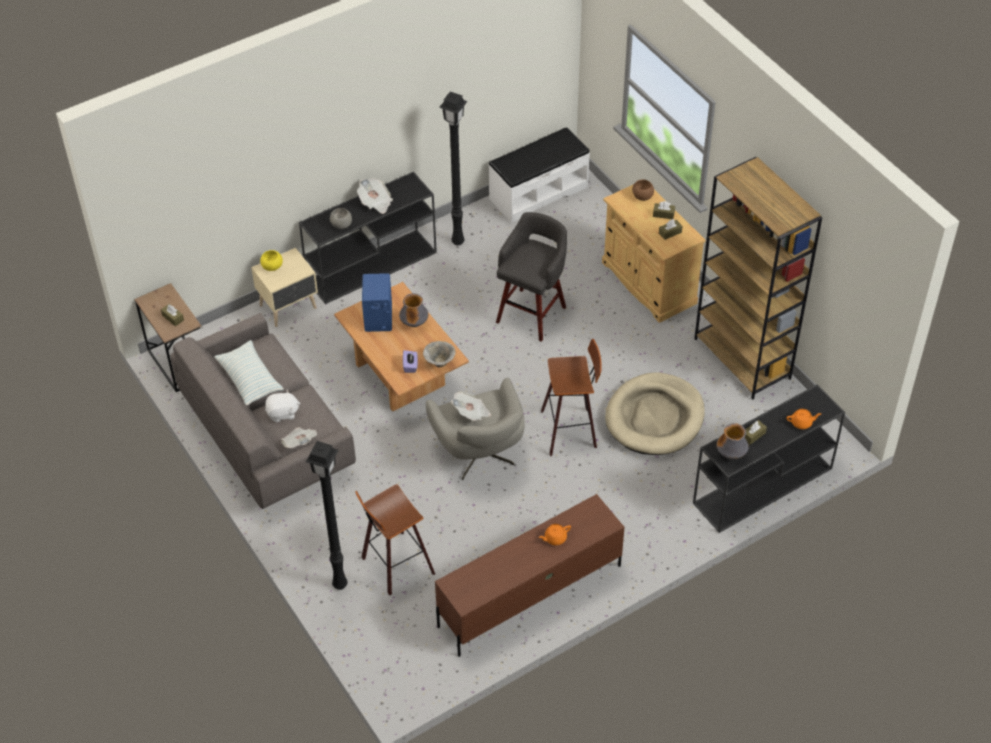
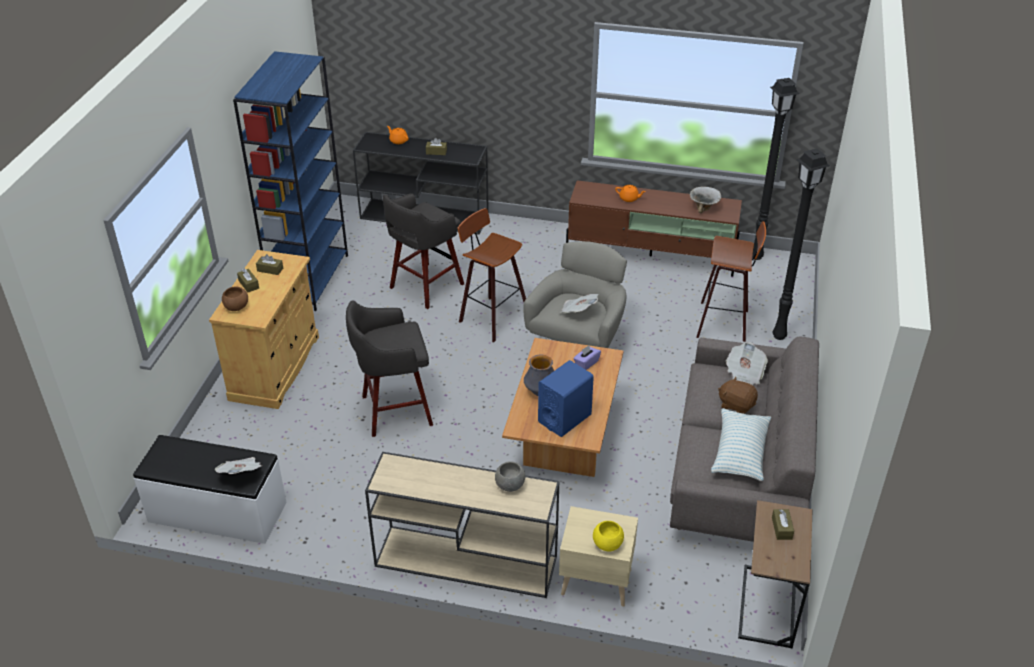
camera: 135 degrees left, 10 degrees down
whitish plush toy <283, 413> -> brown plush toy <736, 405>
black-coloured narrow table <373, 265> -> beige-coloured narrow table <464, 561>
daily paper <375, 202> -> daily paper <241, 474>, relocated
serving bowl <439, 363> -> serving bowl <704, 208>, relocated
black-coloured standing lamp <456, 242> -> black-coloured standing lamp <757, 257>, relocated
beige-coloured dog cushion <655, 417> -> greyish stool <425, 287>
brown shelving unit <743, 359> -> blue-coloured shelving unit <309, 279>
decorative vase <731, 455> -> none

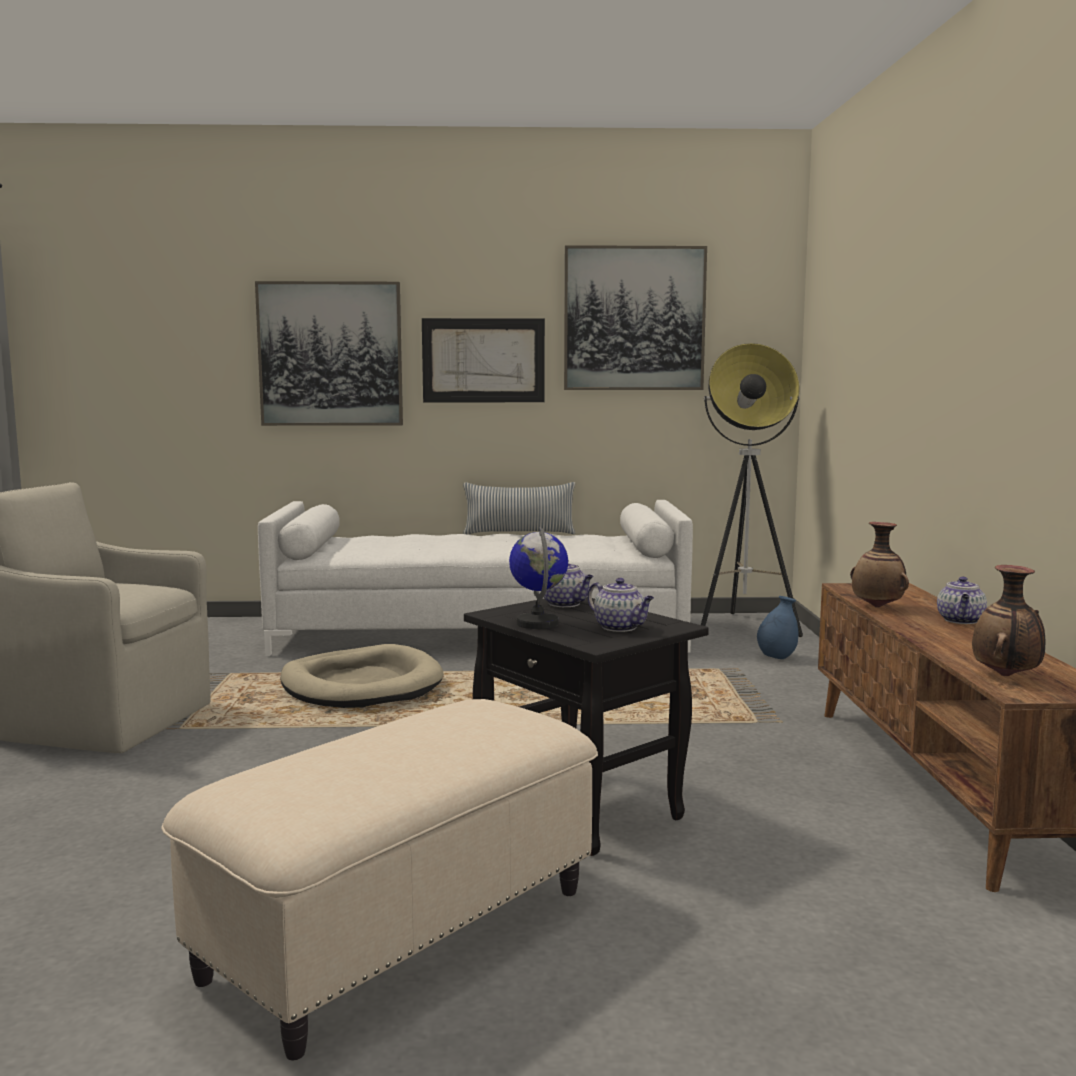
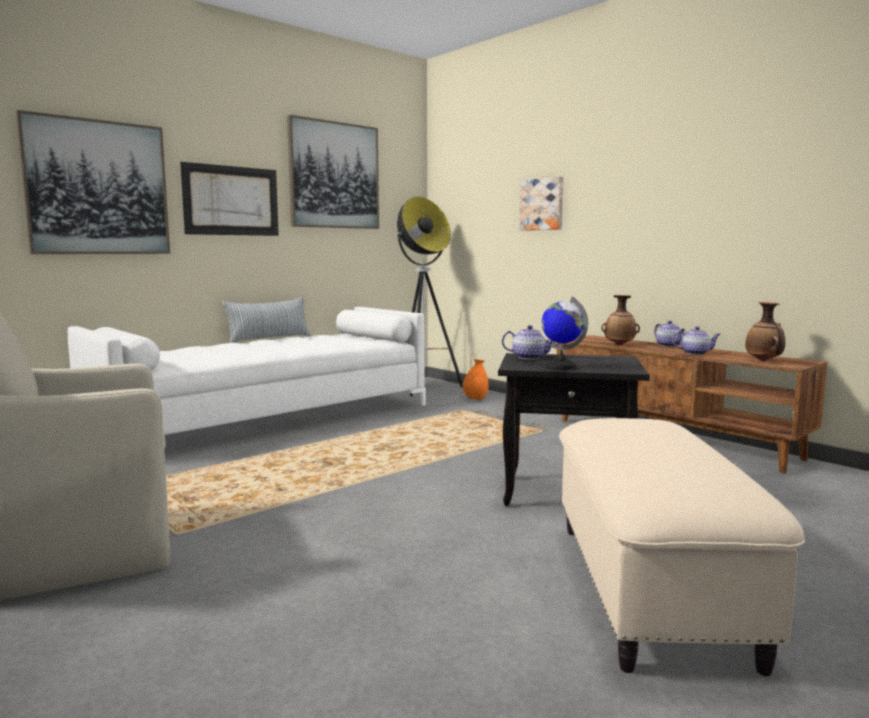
camera: 40 degrees left, 0 degrees up
beige-coloured dog cushion <361, 685> -> none
tea pot <620, 627> -> tea pot <695, 353>, relocated
blue-coloured decorative vase <777, 657> -> orangey decorative vase <475, 399>
none -> wall picture <542, 204>

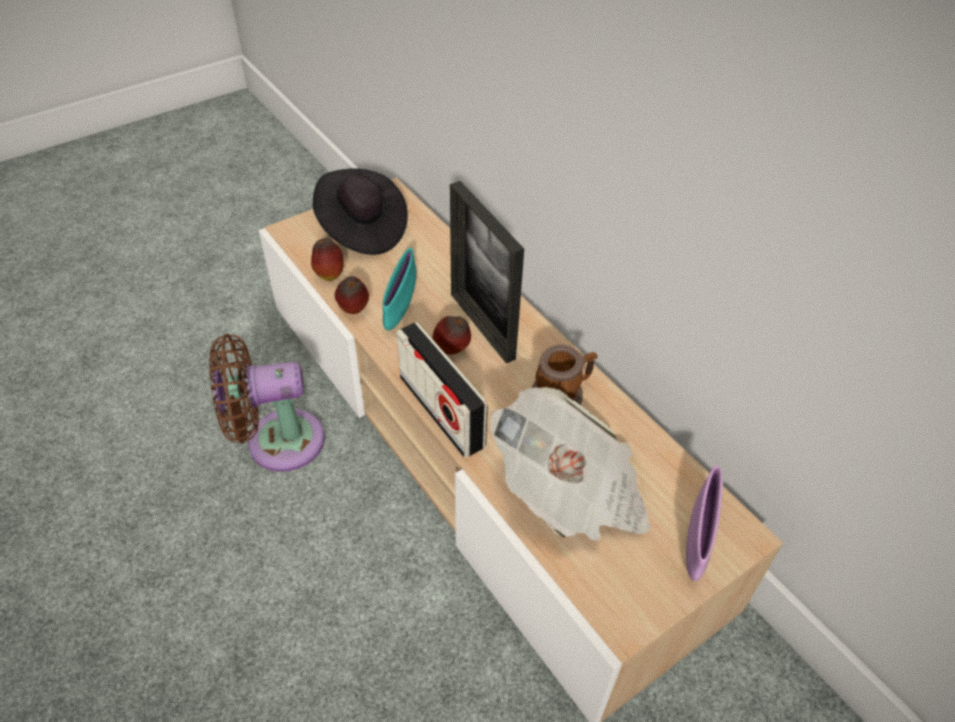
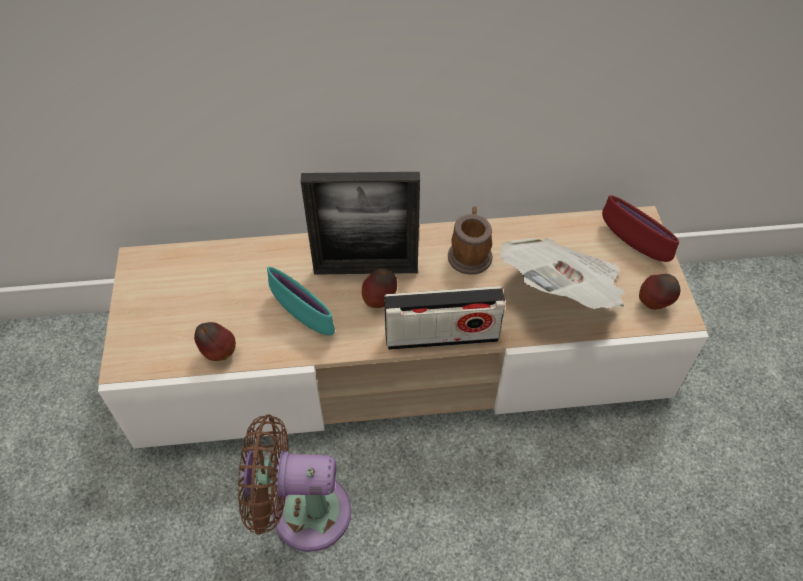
camera: 60 degrees left, 5 degrees up
brown cooling fan <277, 442> -> brown cooling fan <302, 512>, 75 degrees clockwise
black-coloured hat <362, 229> -> none
apple <353, 311> -> apple <654, 304>, relocated
purple-coloured serving bowl <698, 538> -> reddish serving bowl <633, 244>

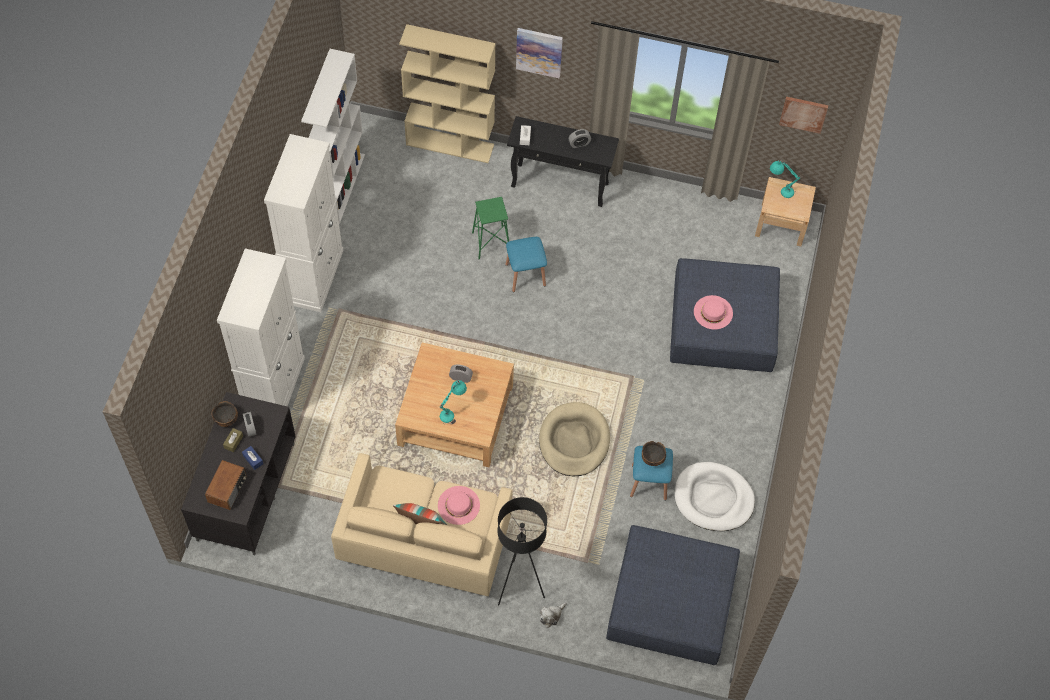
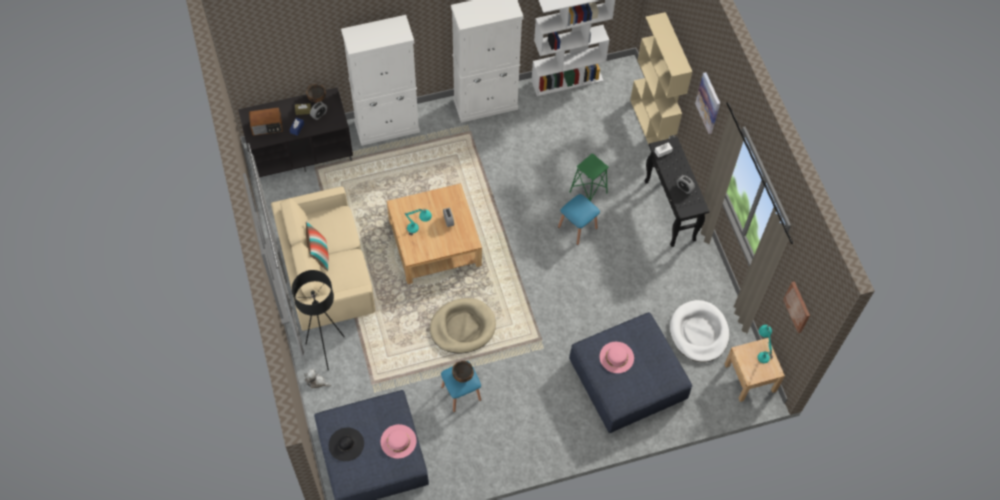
camera: 60 degrees right, 0 degrees up
pink hat <458, 505> -> pink hat <398, 441>, relocated
whitish dog cushion <713, 498> -> whitish dog cushion <699, 333>, relocated
none -> black-coloured hat <346, 444>

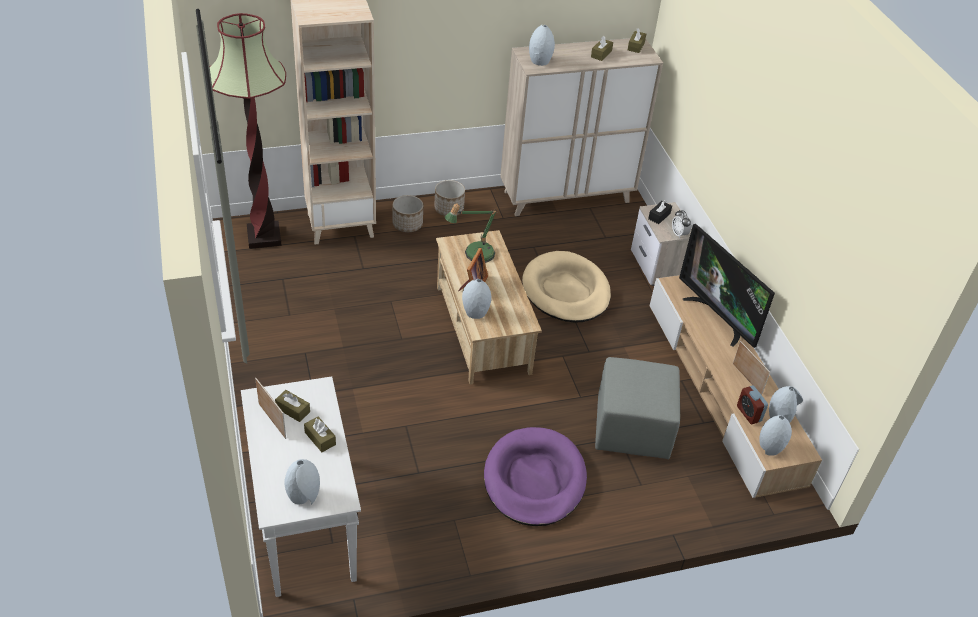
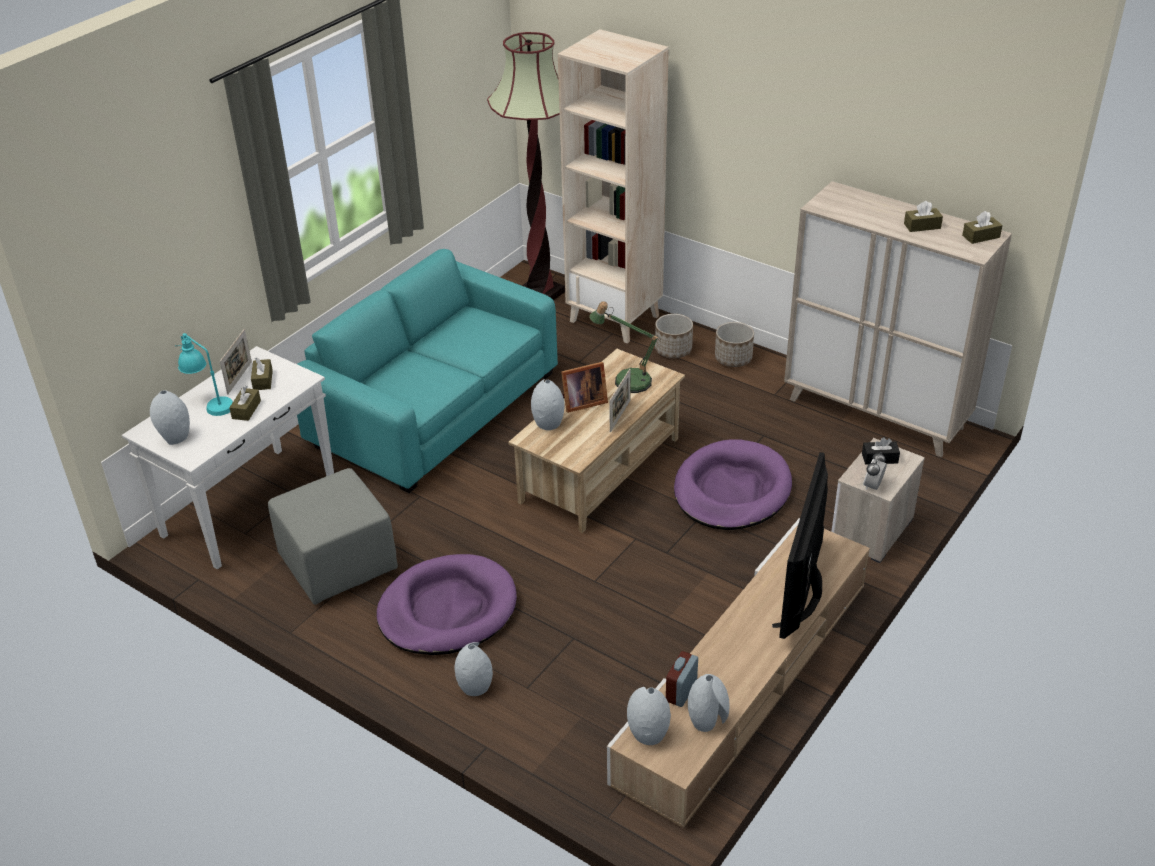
camera: 55 degrees right, 5 degrees down
beige-coloured dog cushion <566, 291> -> purple-coloured dog cushion <731, 490>
greyish decorative vase <539, 61> -> greyish decorative vase <474, 686>, relocated
greyish footrest <631, 428> -> greyish footrest <339, 563>, relocated
picture frame <747, 379> -> picture frame <620, 416>, relocated
none -> blue-green table lamp <210, 404>
none -> blue-green sofa <434, 407>

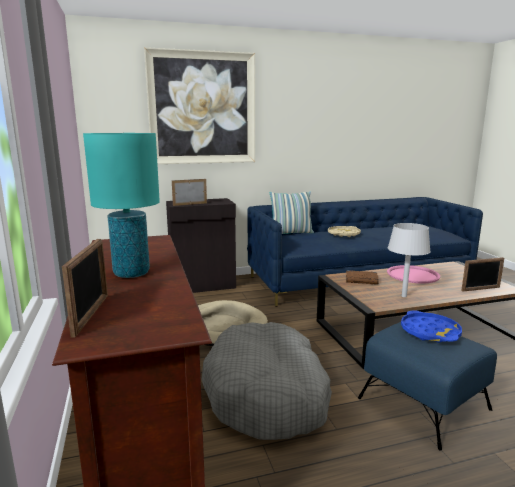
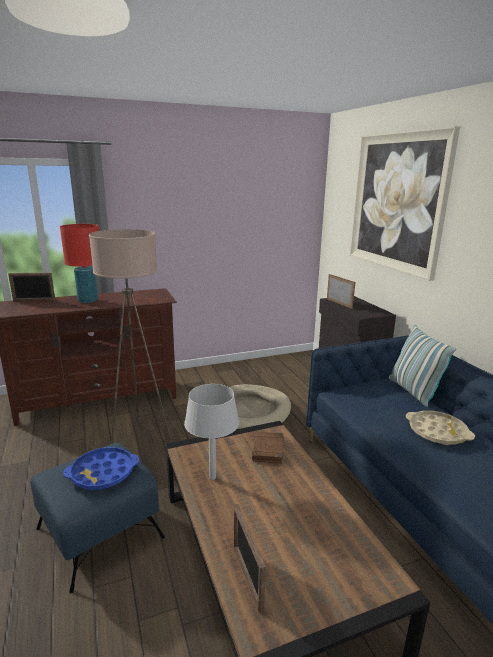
camera: 85 degrees right, 5 degrees up
blue-green table lamp <131, 273> -> reddish table lamp <88, 300>
greyish dog cushion <267, 394> -> beige-coloured standing lamp <140, 439>
pink serving tray <412, 275> -> none

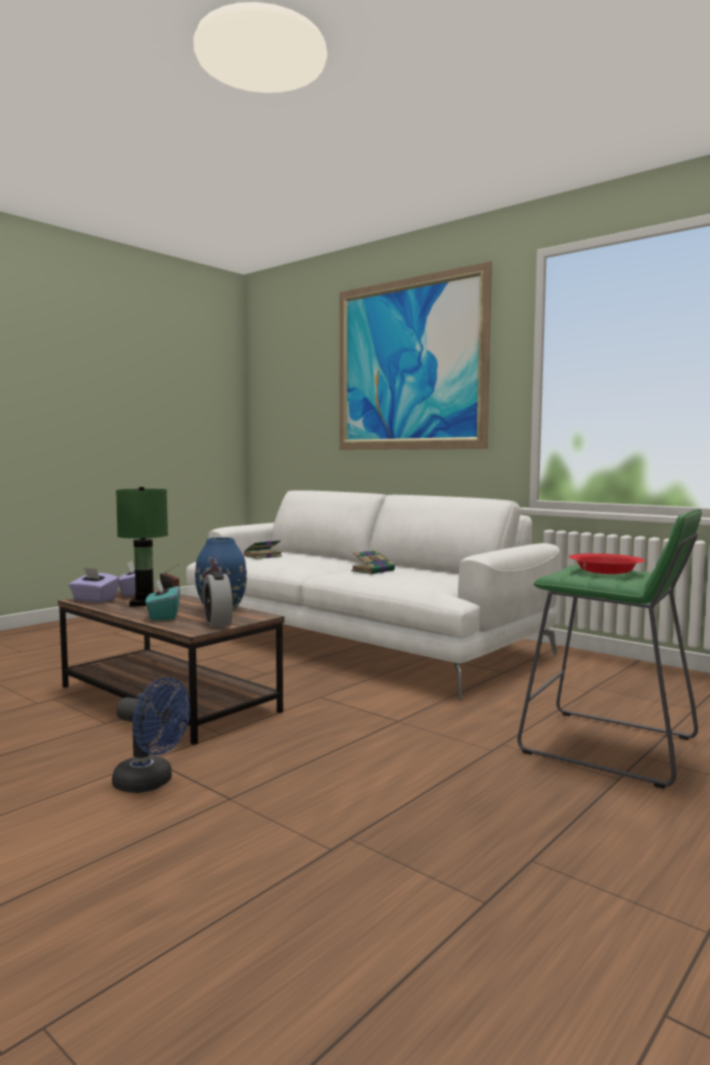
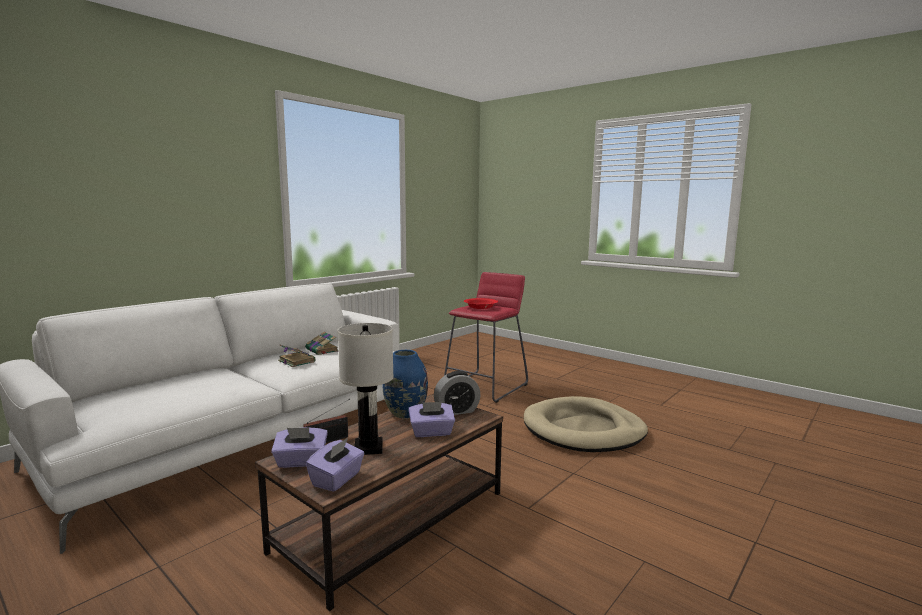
camera: 90 degrees left, 5 degrees up
blue-coloured cooling fan <151, 783> -> none
greenish table lamp <144, 603> -> whitish table lamp <368, 448>
blue-green tissue box <163, 616> -> purple-coloured tissue box <431, 432>
book <262, 556> -> book <322, 350>, relocated
wall picture <408, 364> -> none
greenish stool <609, 746> -> reddish stool <486, 387>
none -> beige-coloured dog cushion <583, 430>

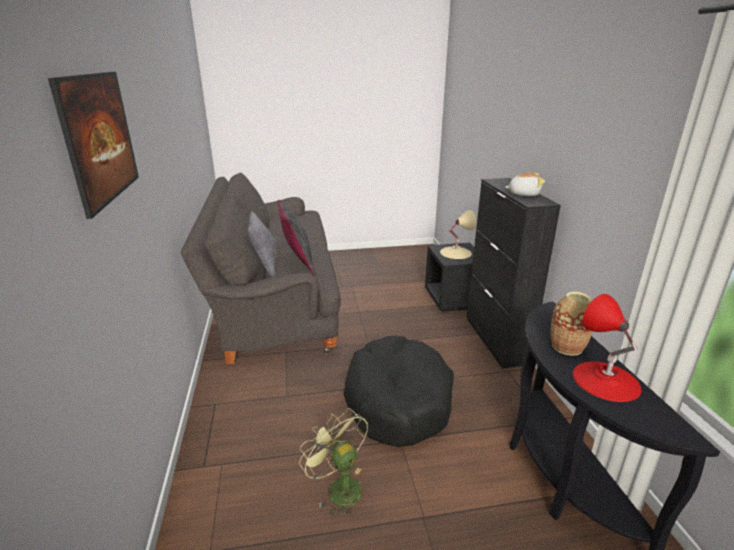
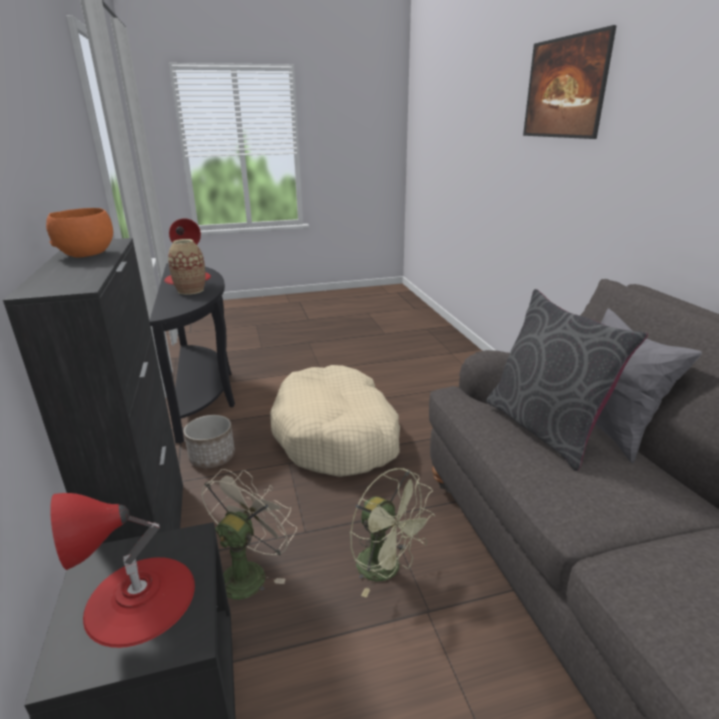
camera: 175 degrees right, 0 degrees up
greenish cooling fan <338, 488> -> greenish cooling fan <387, 569>, relocated
black-coloured dog cushion <397, 401> -> beige-coloured dog cushion <337, 435>
beige-coloured table lamp <455, 252> -> reddish table lamp <140, 599>
plush toy <523, 194> -> orangey serving bowl <87, 254>
none -> plant pot <212, 457>
none -> beige-coloured cooling fan <247, 572>

